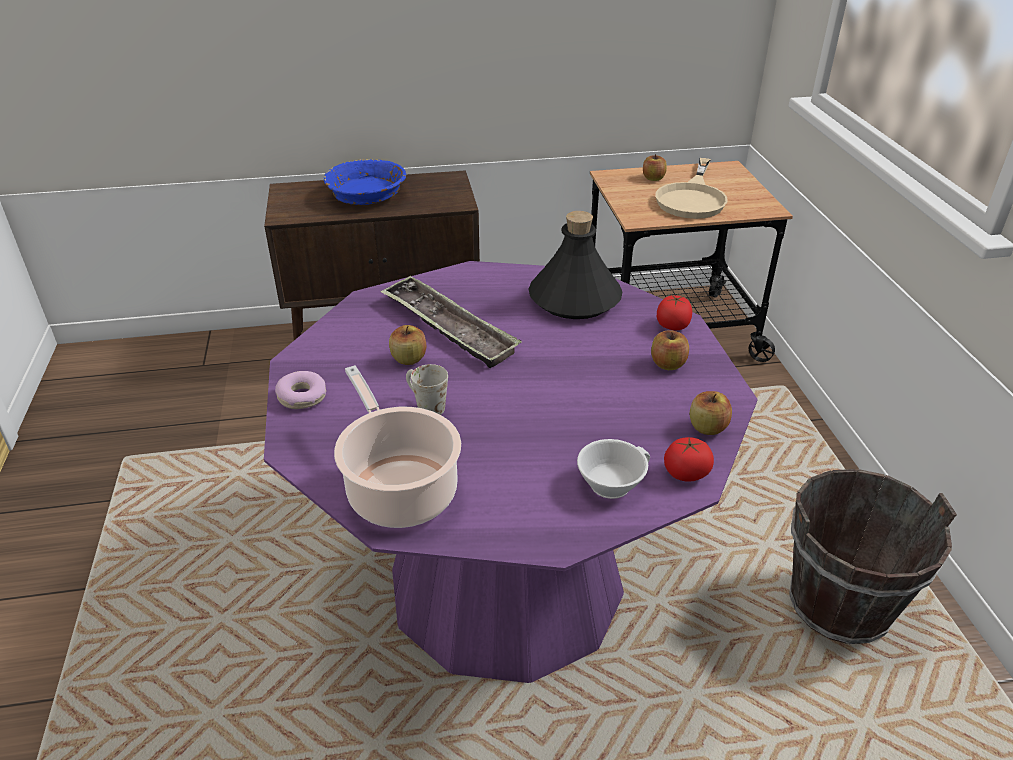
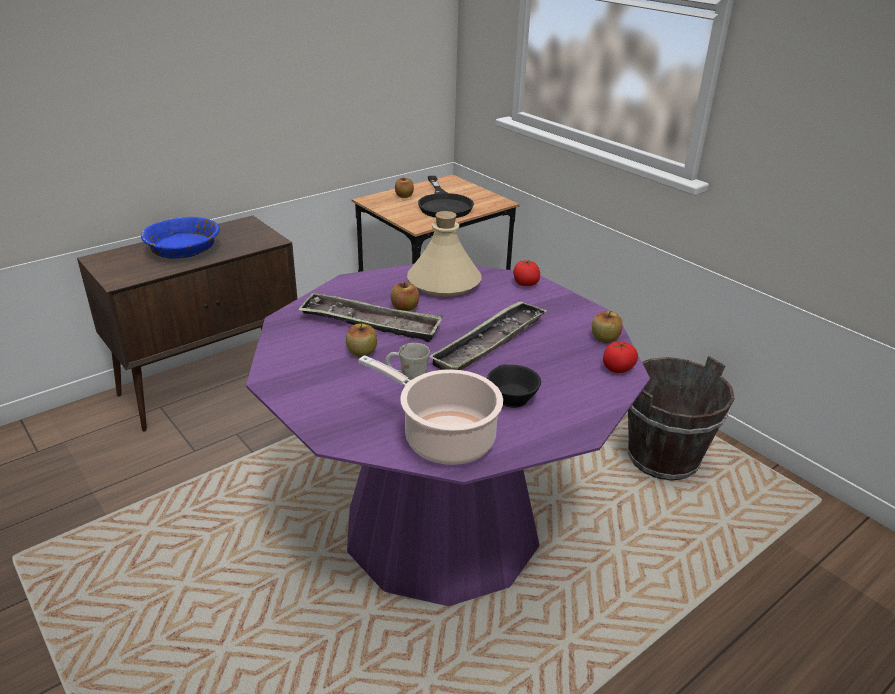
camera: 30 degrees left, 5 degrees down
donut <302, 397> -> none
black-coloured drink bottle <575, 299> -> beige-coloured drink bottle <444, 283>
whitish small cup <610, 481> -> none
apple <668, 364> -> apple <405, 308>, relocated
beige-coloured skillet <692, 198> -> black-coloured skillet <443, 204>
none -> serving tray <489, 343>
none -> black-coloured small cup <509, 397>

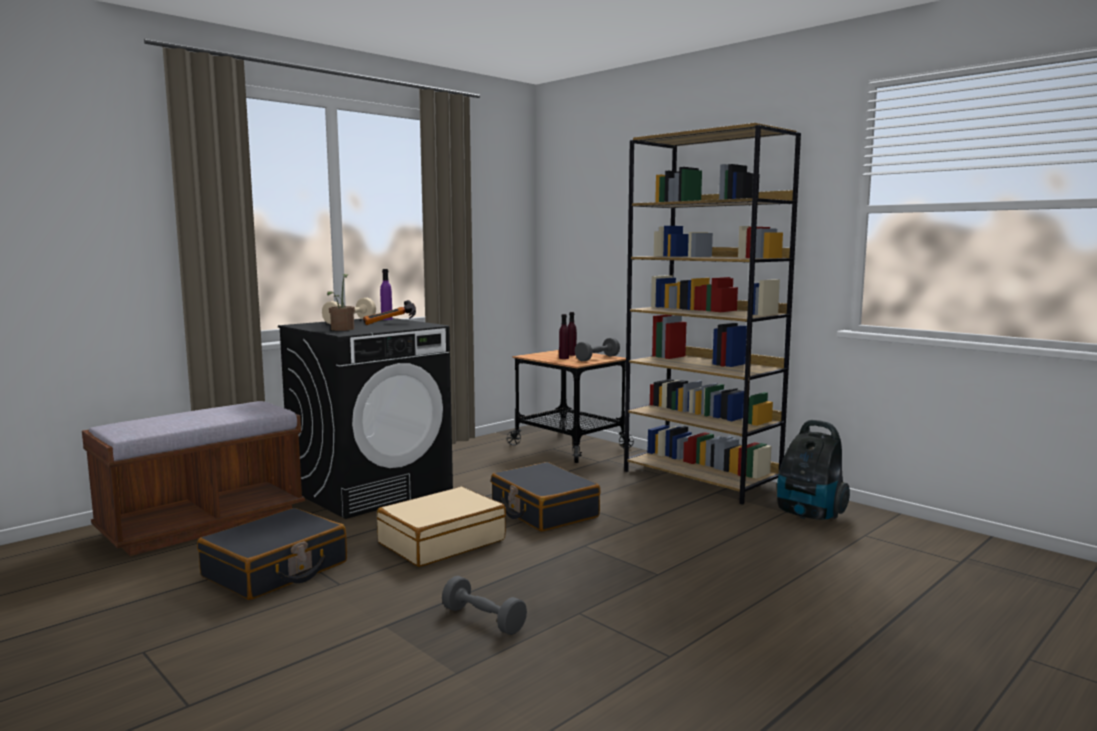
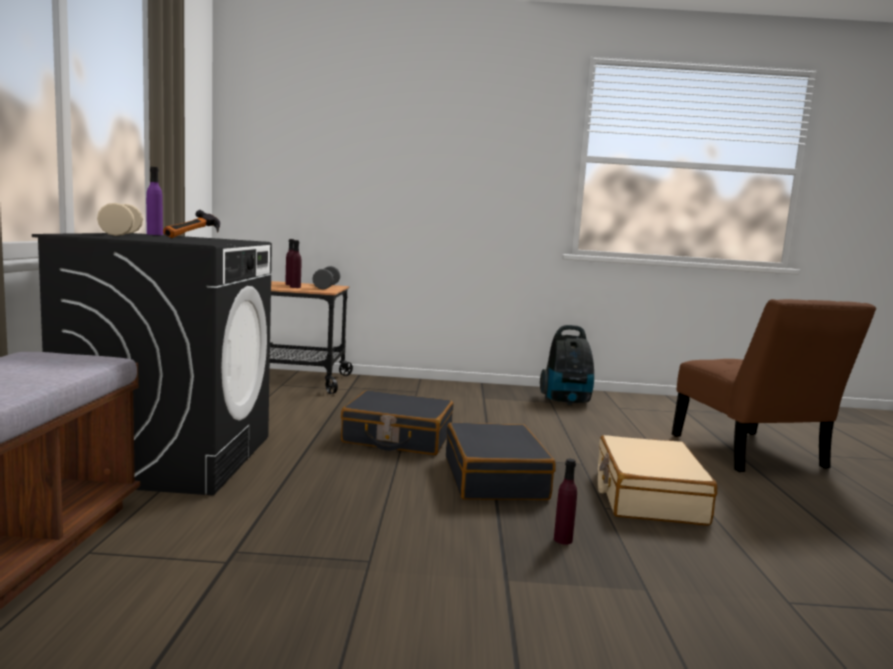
camera: 45 degrees left, 0 degrees up
black-coloured suitcase <276, 570> -> black-coloured suitcase <495, 478>, relocated
potted plant <342, 329> -> none
beige-coloured suitcase <441, 541> -> beige-coloured suitcase <648, 496>, relocated
greyish dumbbell <483, 620> -> purple-coloured drink bottle <563, 539>
brown shelving unit <702, 479> -> none
none -> brown chair <751, 454>

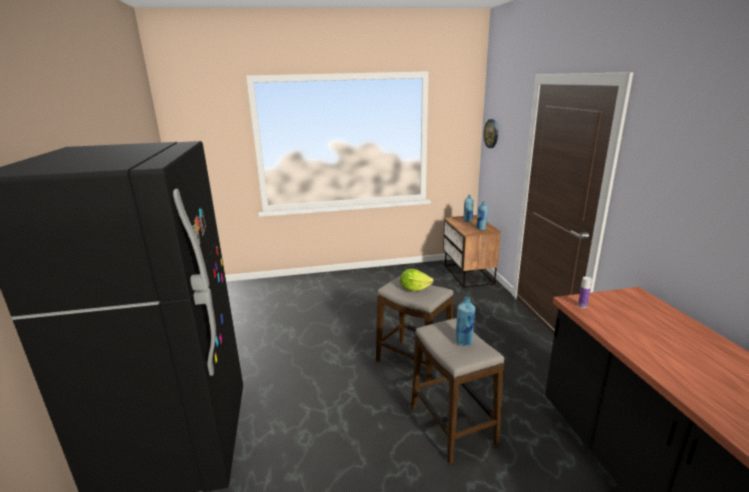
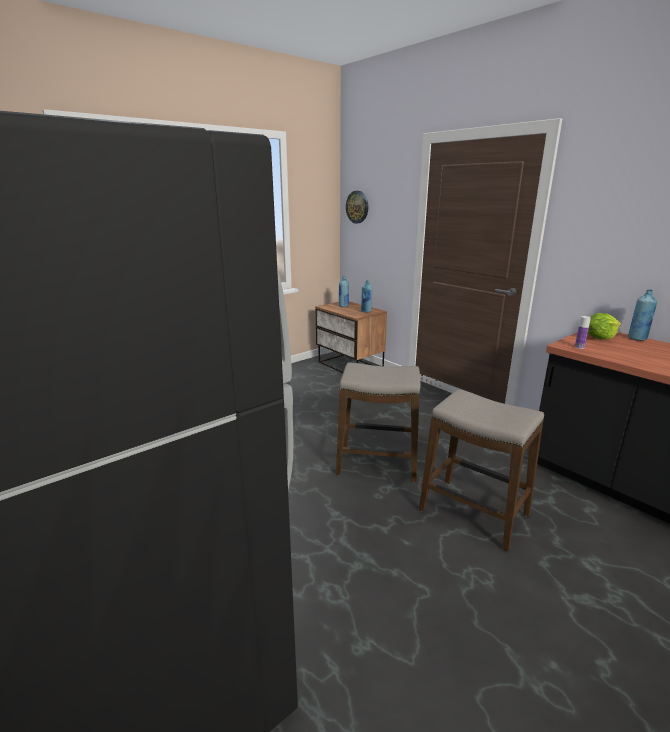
camera: 30 degrees left, 0 degrees up
head of lettuce <414, 289> -> head of lettuce <600, 338>, relocated
blue-coloured drink bottle <464, 342> -> blue-coloured drink bottle <637, 338>, relocated

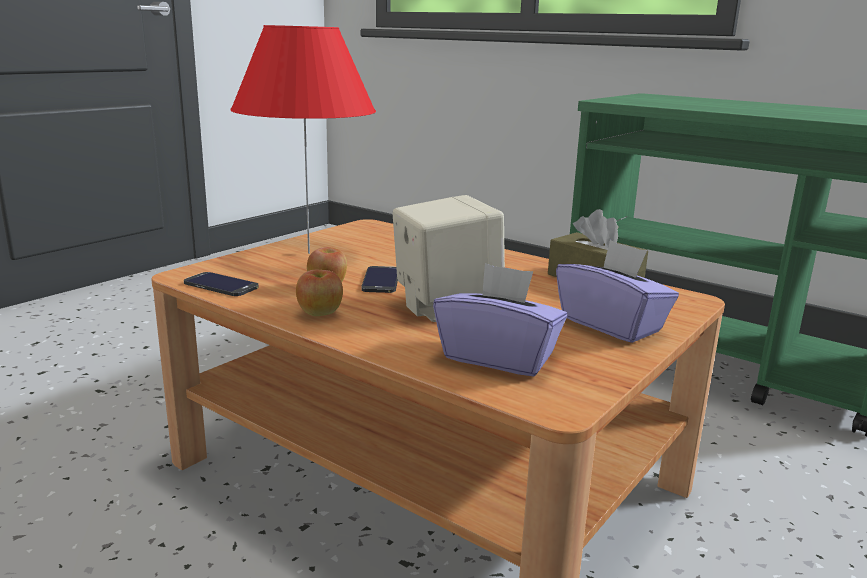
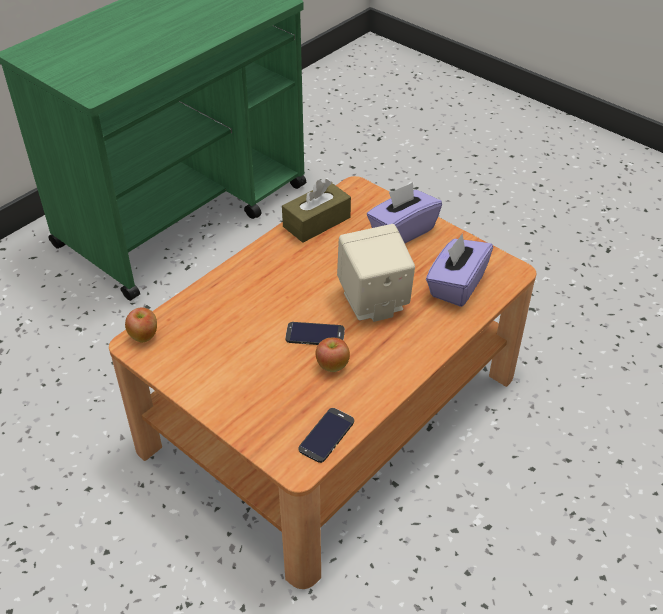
camera: 85 degrees left, 25 degrees up
reddish table lamp <308, 253> -> none
apple <320, 313> -> apple <144, 336>, relocated

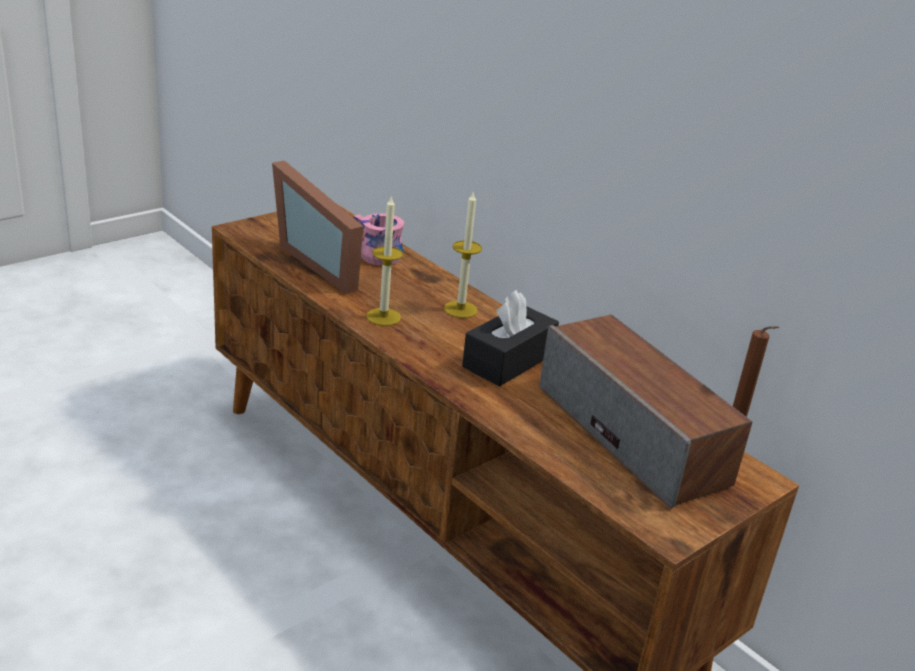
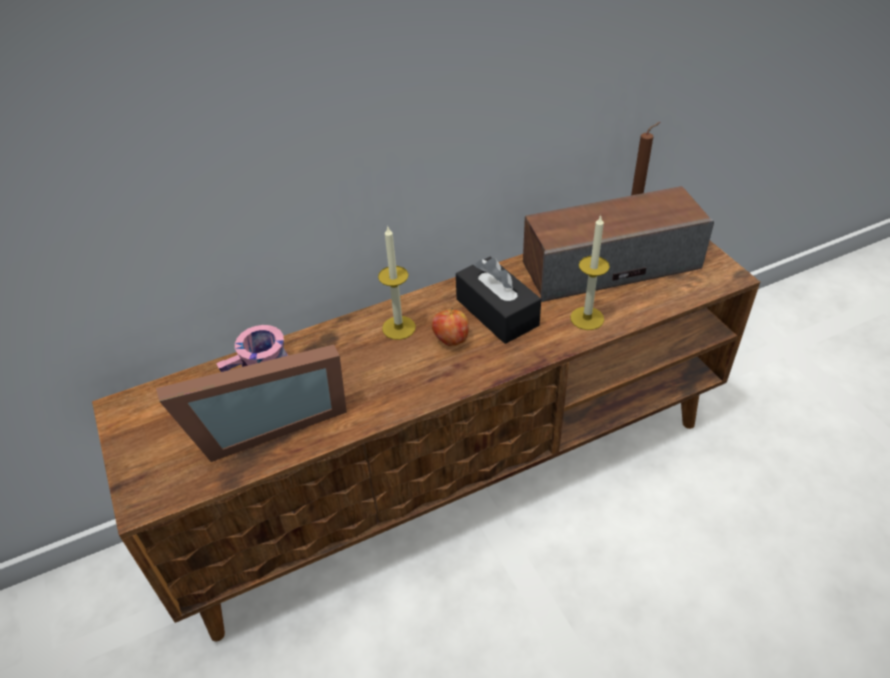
camera: 70 degrees left, 15 degrees up
candle <383, 317> -> candle <587, 318>, relocated
none -> apple <451, 340>

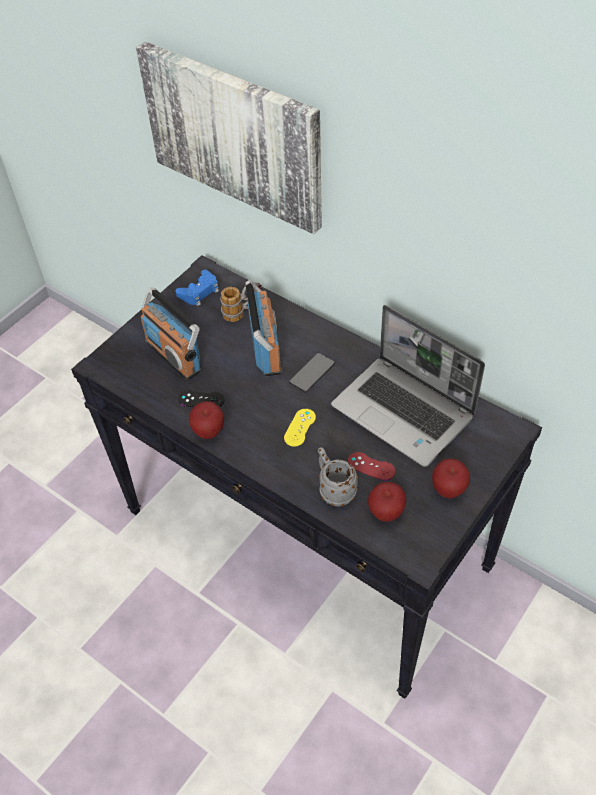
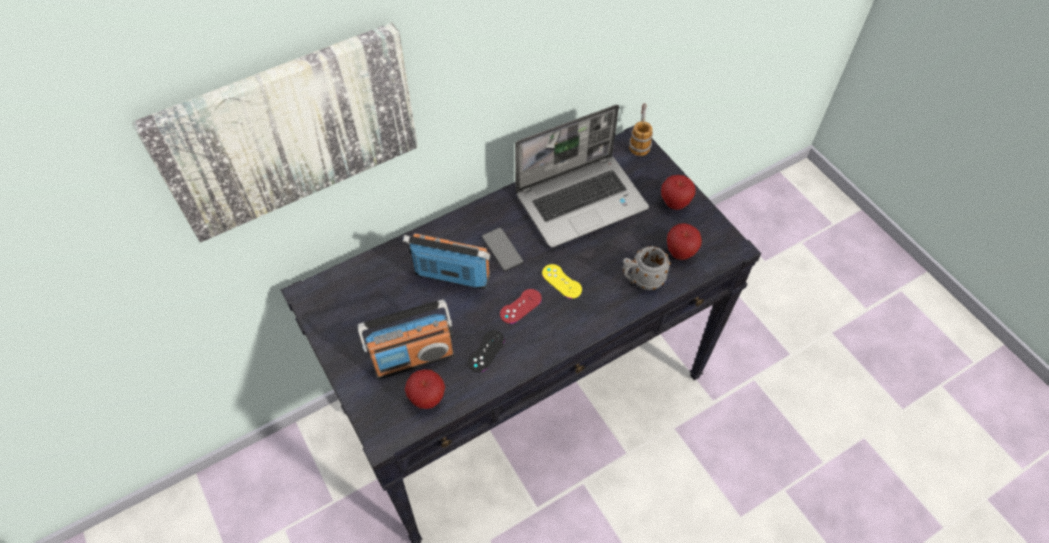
camera: 70 degrees left, 5 degrees up
blue-coloured gamepad <199, 292> -> none
apple <209, 432> -> apple <427, 399>, relocated
tea mug <243, 312> -> tea mug <639, 141>, relocated
reddish gamepad <371, 466> -> reddish gamepad <520, 306>, relocated

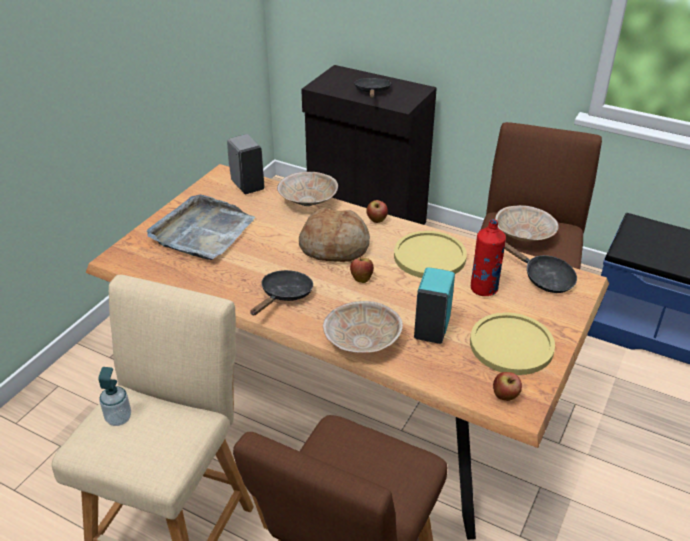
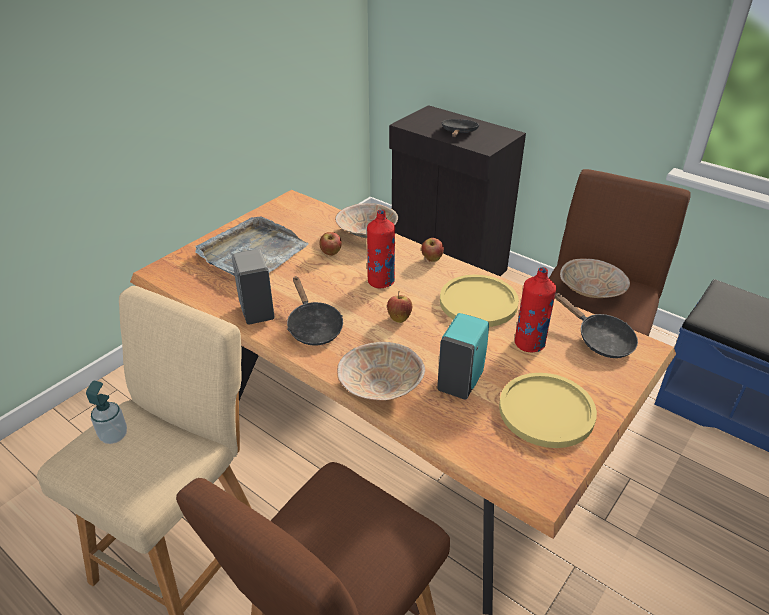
camera: 10 degrees right, 0 degrees up
greyish soap dispenser <247, 186> -> greyish soap dispenser <256, 311>, relocated
black-coloured skillet <284, 295> -> black-coloured skillet <313, 327>, 120 degrees clockwise
baked bread <335, 246> -> reddish drink bottle <381, 281>
apple <505, 397> -> apple <331, 253>, relocated

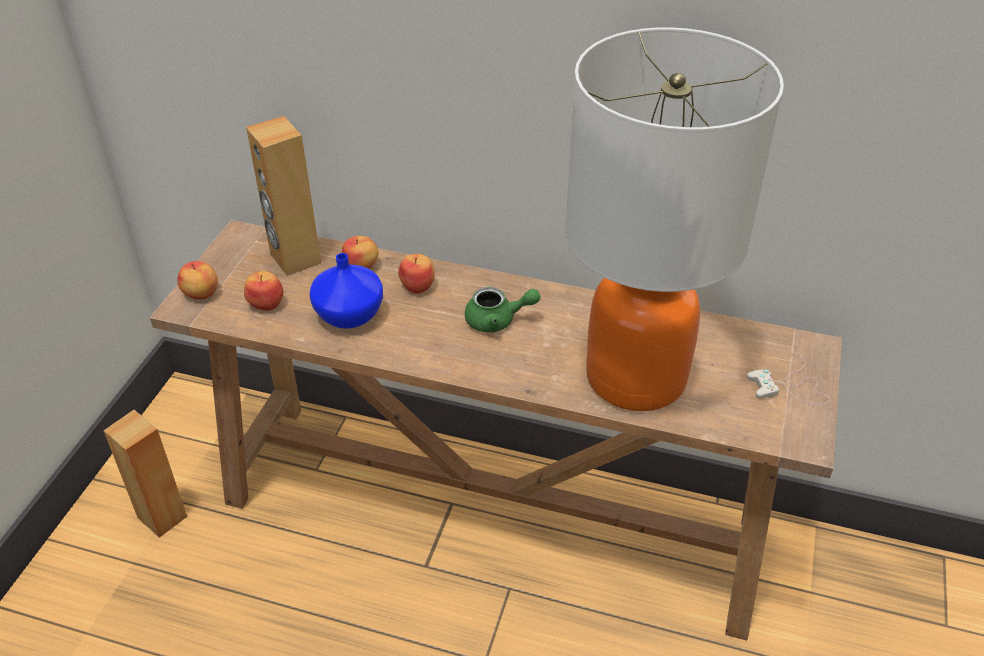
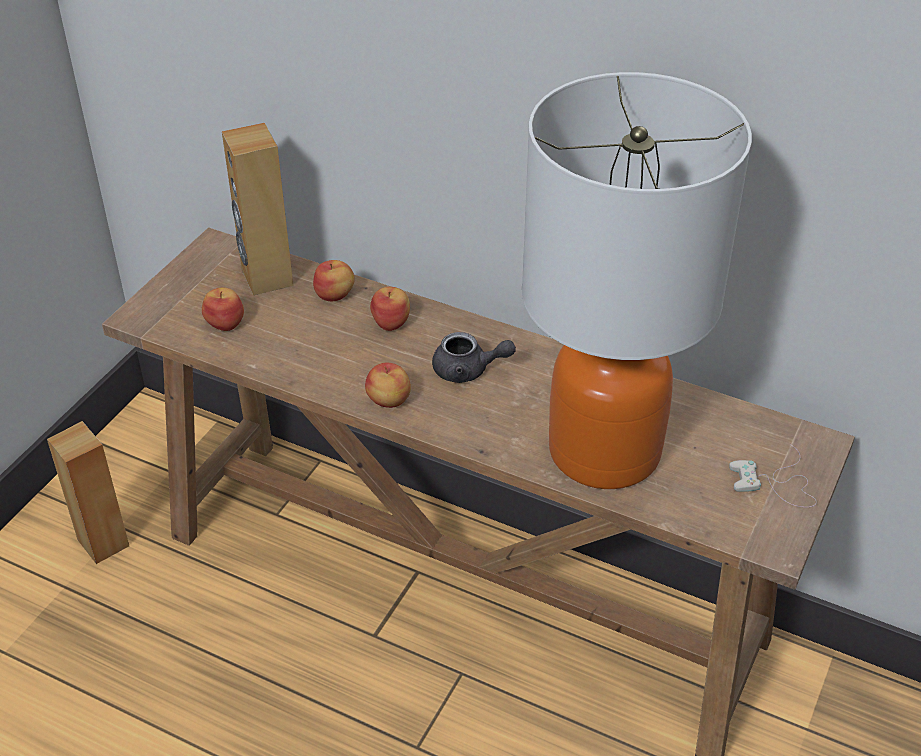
camera: 10 degrees right, 0 degrees up
apple <201, 294> -> apple <388, 400>, relocated
blue-coloured decorative vase <350, 314> -> none
greenish tea pot <497, 320> -> greyish tea pot <468, 371>

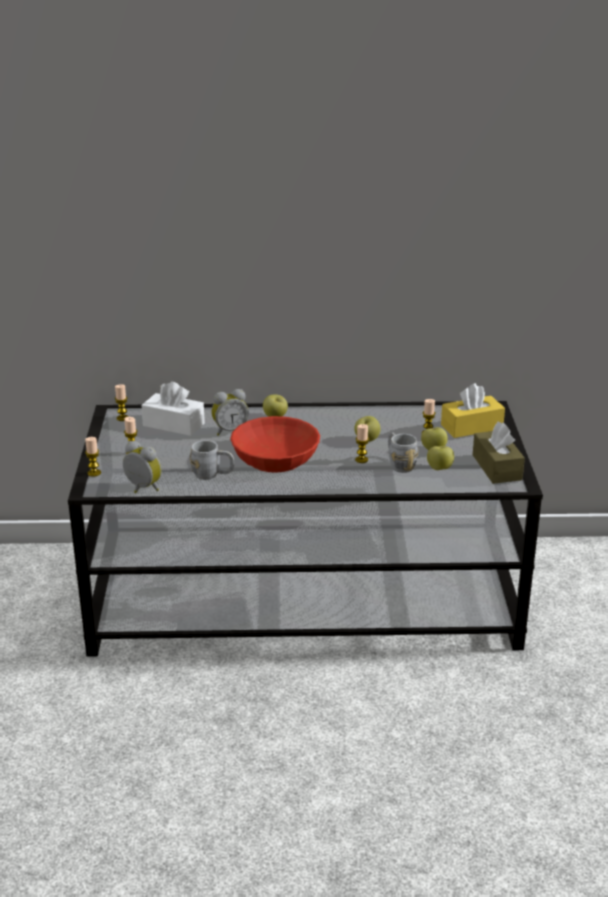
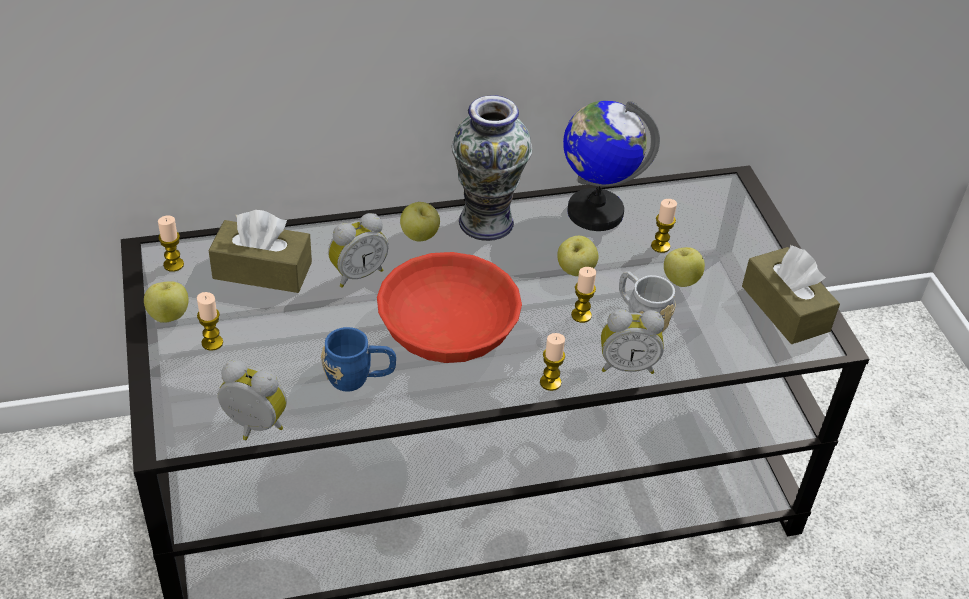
camera: 15 degrees left, 15 degrees up
candle <94, 473> -> candle <550, 382>, relocated
whitish tissue box <173, 425> -> brown tissue box <262, 270>
greyish tea mug <212, 475> -> blue-coloured tea mug <359, 378>
apple <439, 469> -> apple <169, 316>, relocated
yellowish tissue box <471, 427> -> none
none -> decorative vase <485, 222>
none -> world globe <594, 212>
none -> alarm clock <627, 365>

